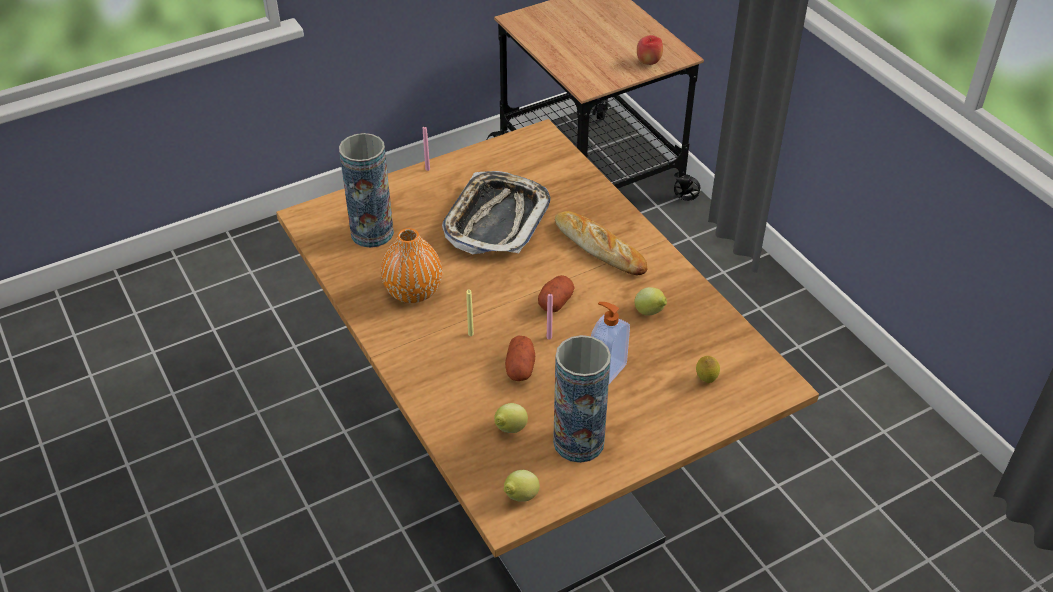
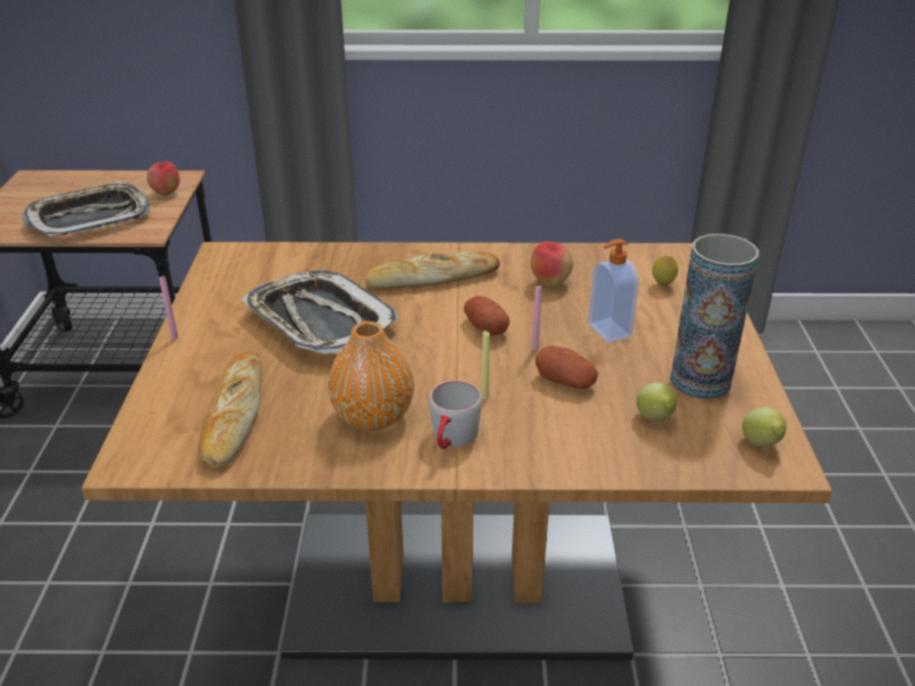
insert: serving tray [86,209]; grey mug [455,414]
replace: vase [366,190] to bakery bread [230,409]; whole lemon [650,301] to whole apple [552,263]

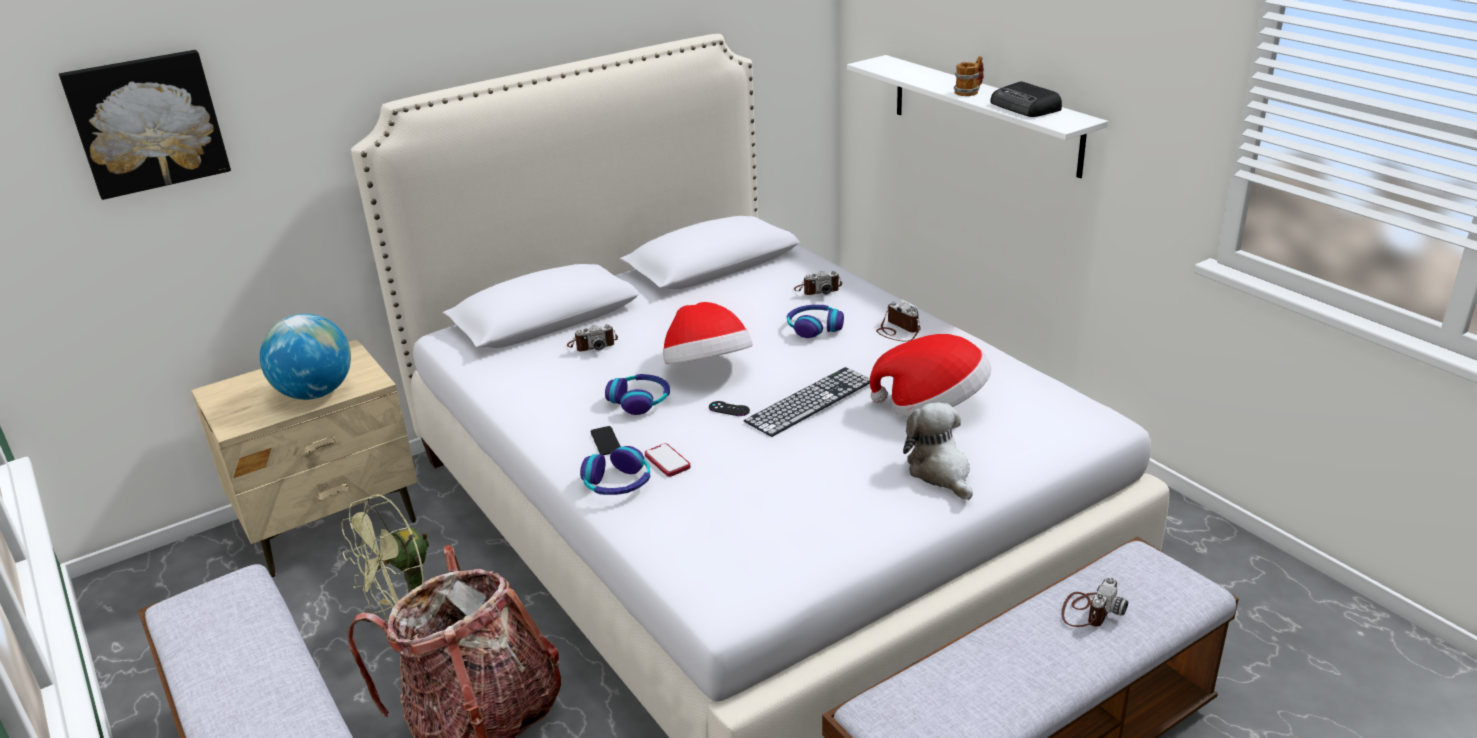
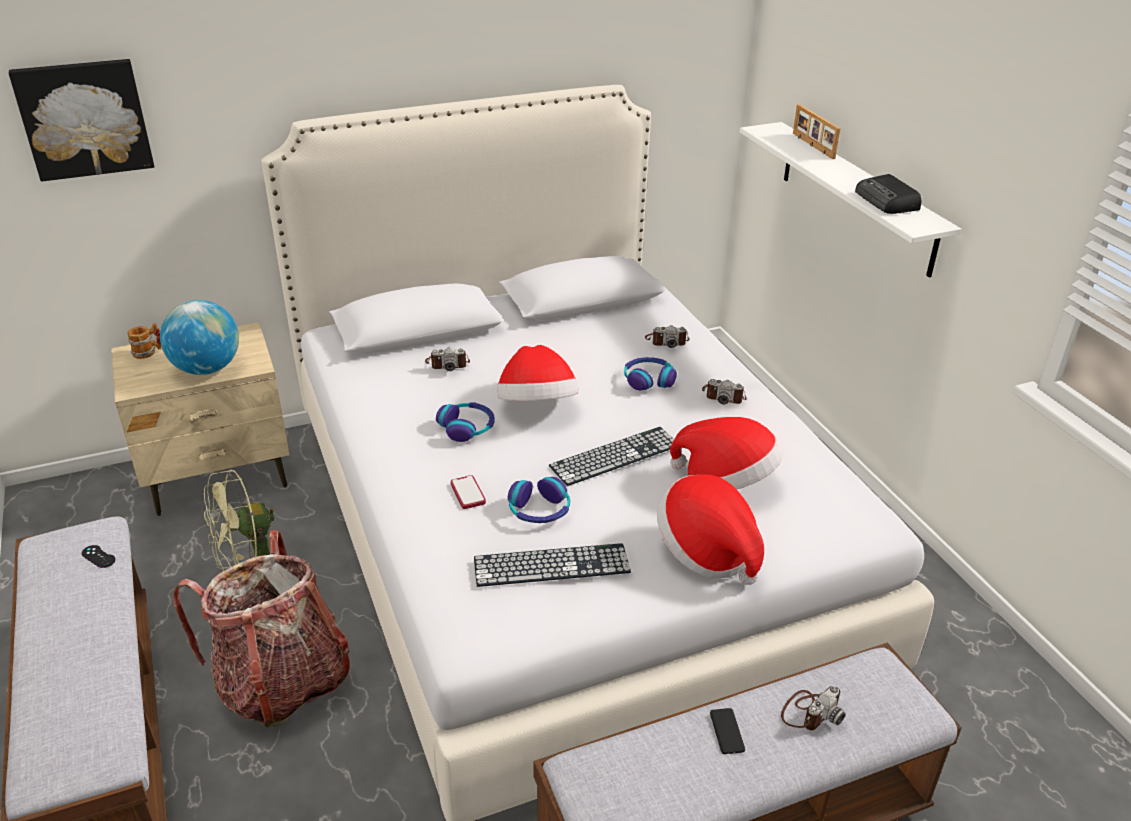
insert: PC keyboard [552,565]; picture frame [817,131]
move: black-coloured game controller [729,408] to [98,556]; mug [969,76] to [144,341]; headset [615,470] to [539,500]; phone [606,440] to [727,731]
replace: soft toy [938,451] to hat [710,529]
rotate: still camera [898,322] = [724,392] 135 degrees clockwise

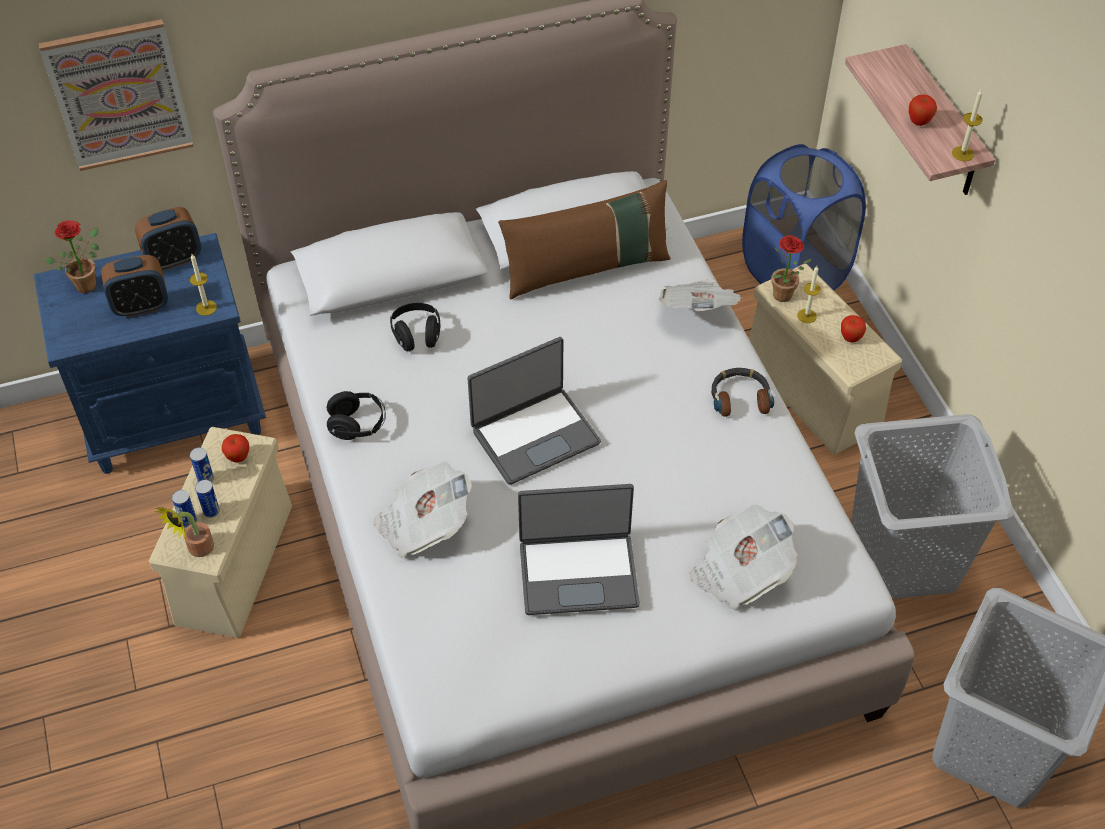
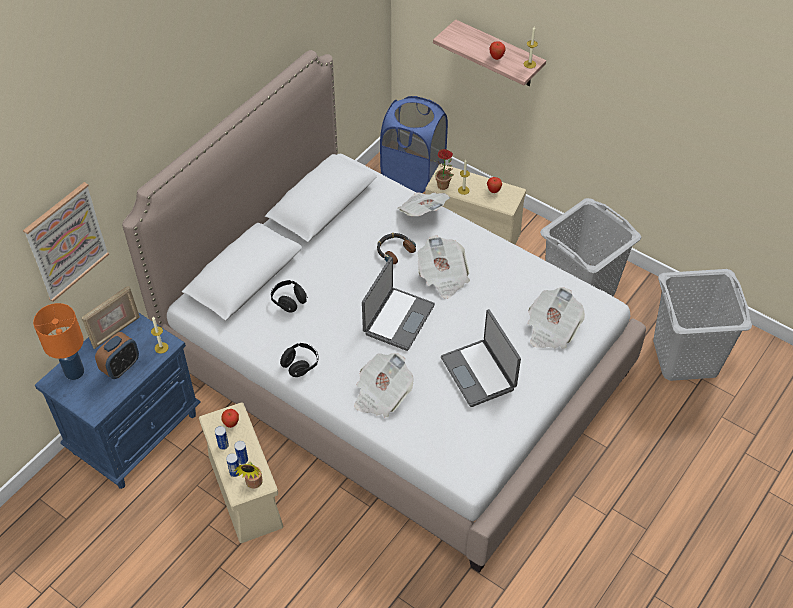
delete: brownish cushion [584,239]
insert: newspaper [443,267]
move: headset [742,392] to [396,248]
replace: houseplant [71,256] to orange-coloured table lamp [58,341]; bedside clock [168,239] to picture frame [110,317]
rotate: laptop [579,549] = [481,358] 105 degrees clockwise

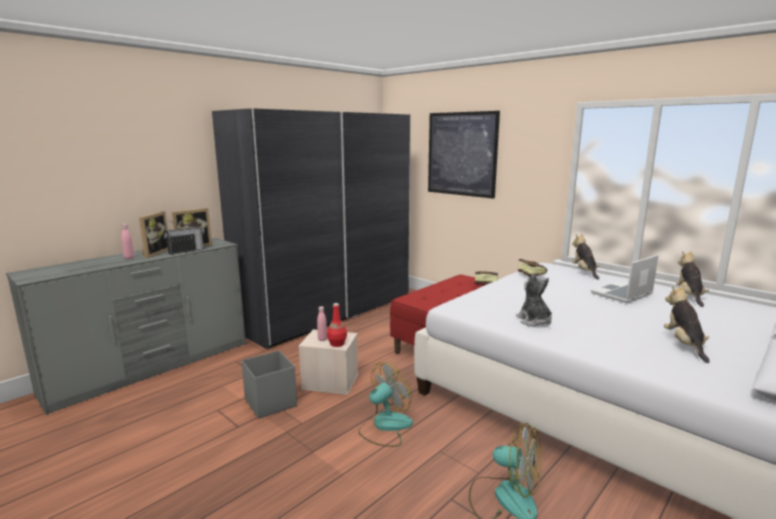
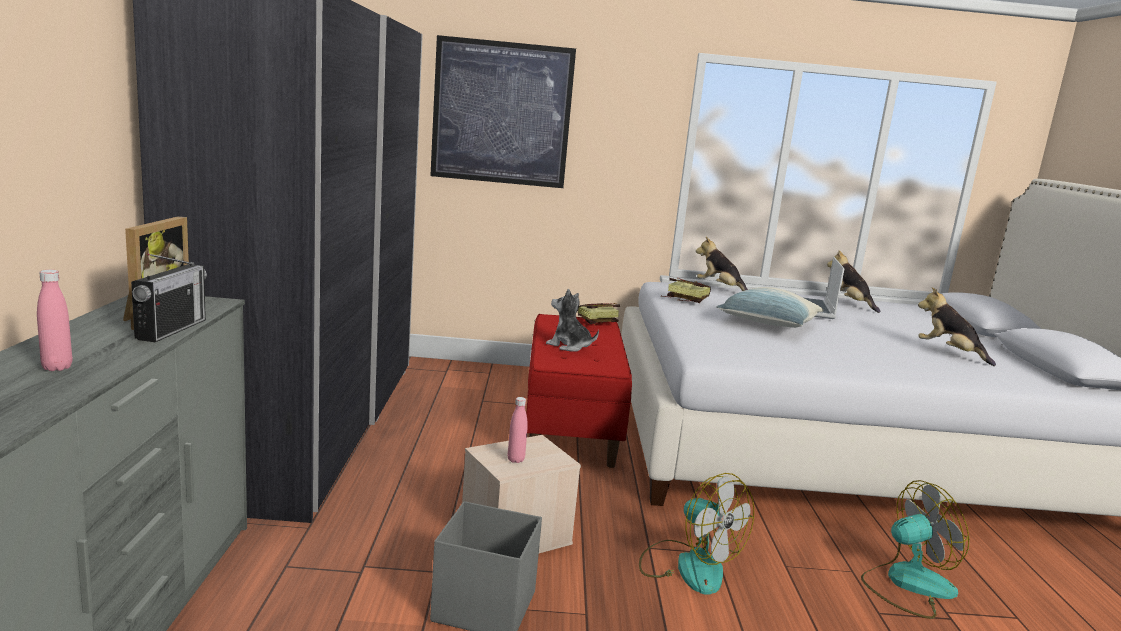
delete: picture frame [153,234]; red-coloured beverage bottle [337,325]
insert: cushion [770,307]
move: soft toy [534,300] to [572,320]
rotate: electric fan [385,404] = [696,534] 135 degrees clockwise

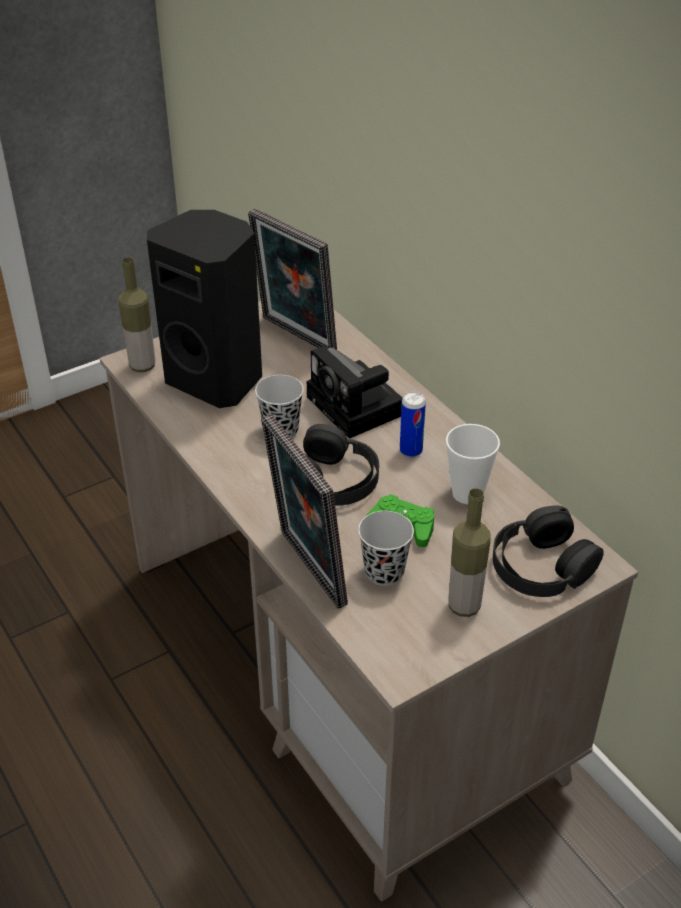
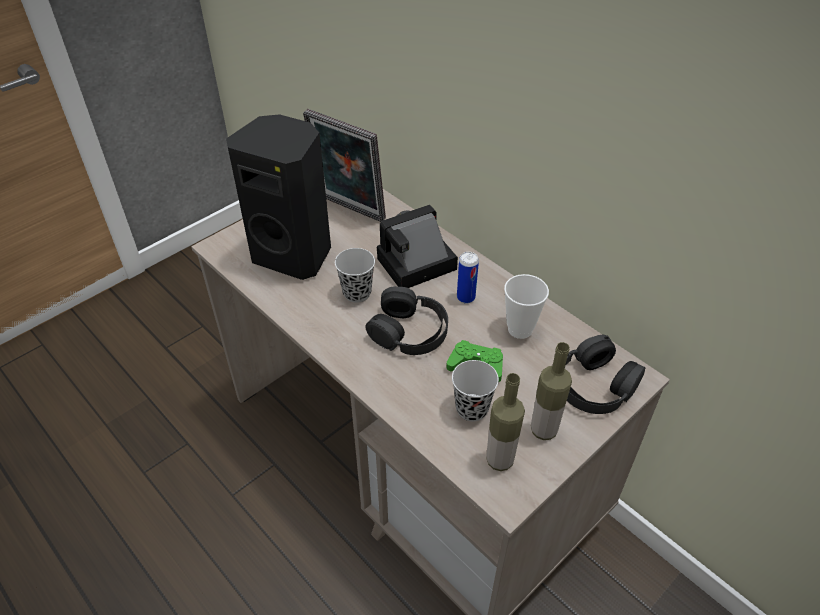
delete: picture frame [304,511]
move: beverage bottle [136,314] to [505,422]
rotate: still camera [355,392] = [417,246] 105 degrees clockwise

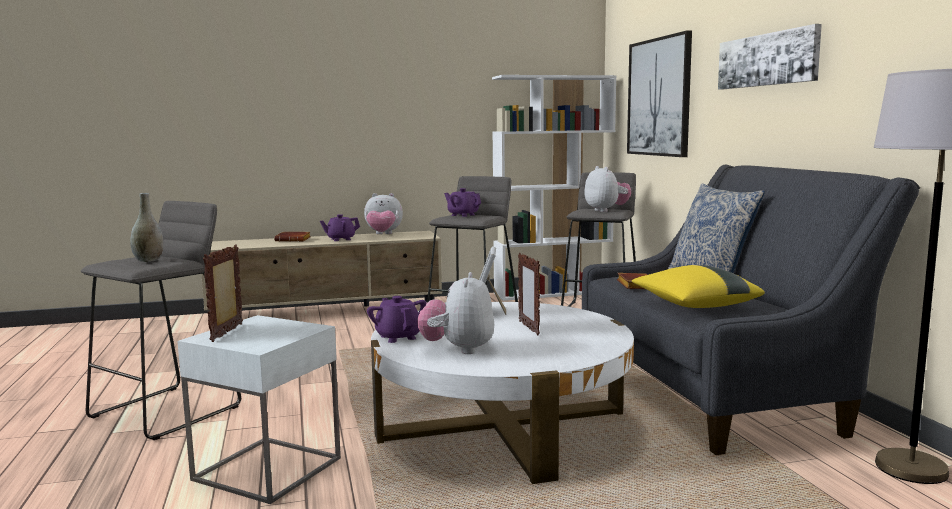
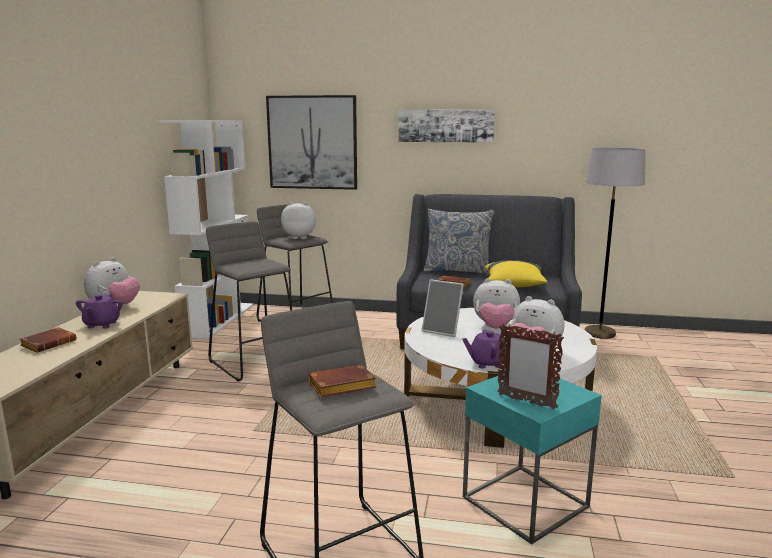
delete: purplish teapot [462,202]
replace: grey vase [146,227] to brownish volume [342,380]; picture frame [529,294] to soft toy [496,303]
recolor: whitish end table [259,409] to blue-green end table [532,459]

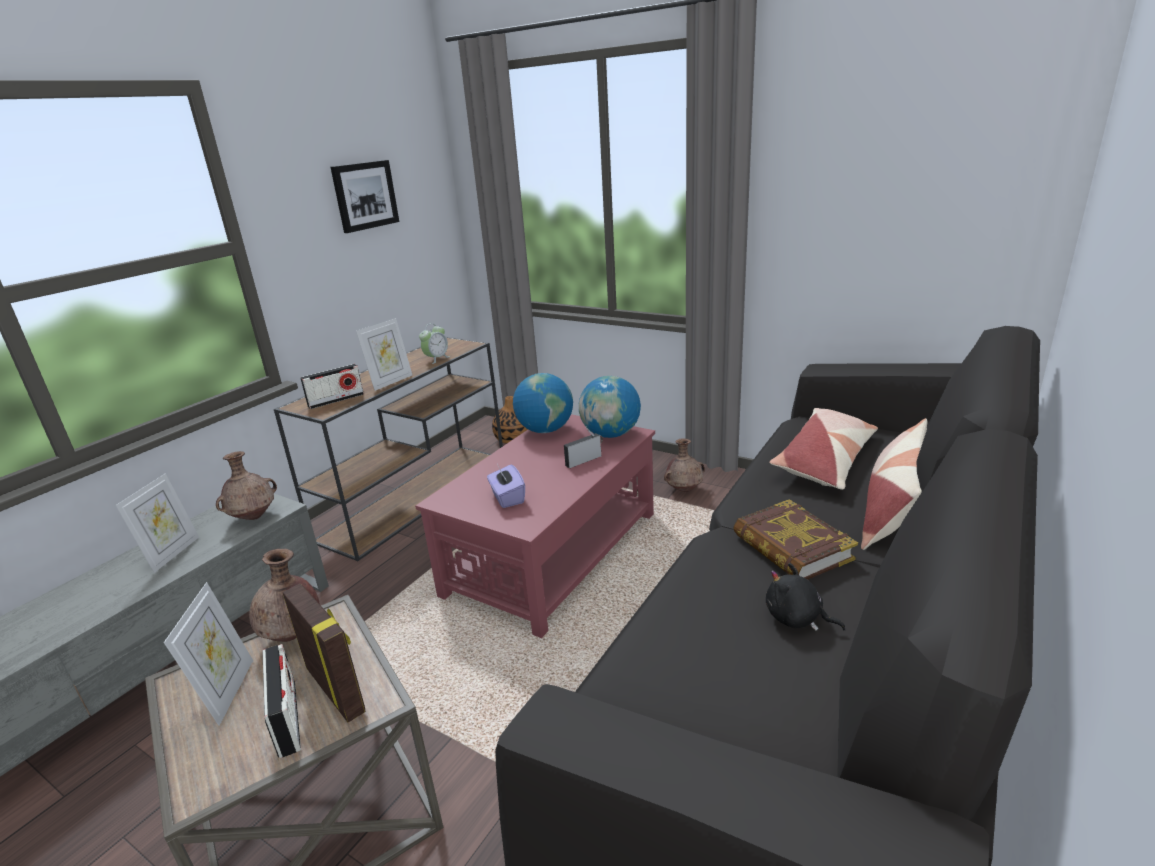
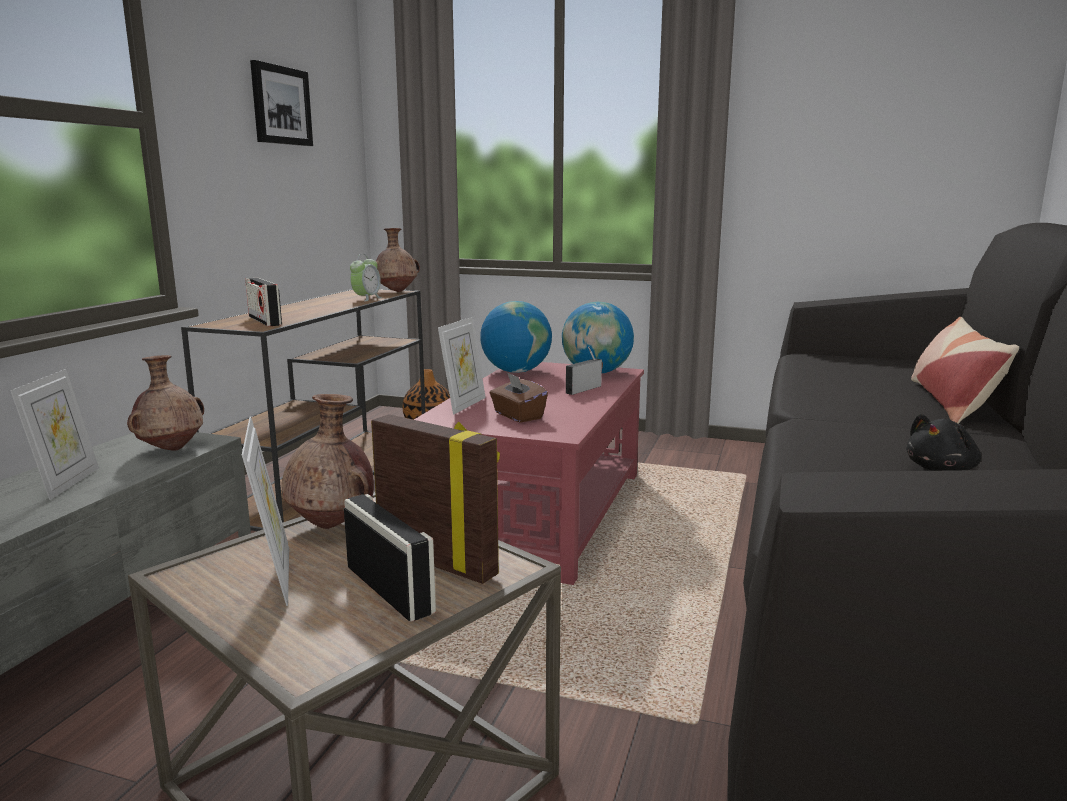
delete: volume [795,539]; cushion [824,449]
move: brownish vase [684,465] to [398,260]; picture frame [384,354] to [462,366]
recolor: purplish tissue holder [506,486] to brownish tissue holder [519,397]
rotate: radio set [332,386] = [263,302] 105 degrees clockwise; black-coloured soft toy [806,597] = [943,442] 60 degrees counterclockwise

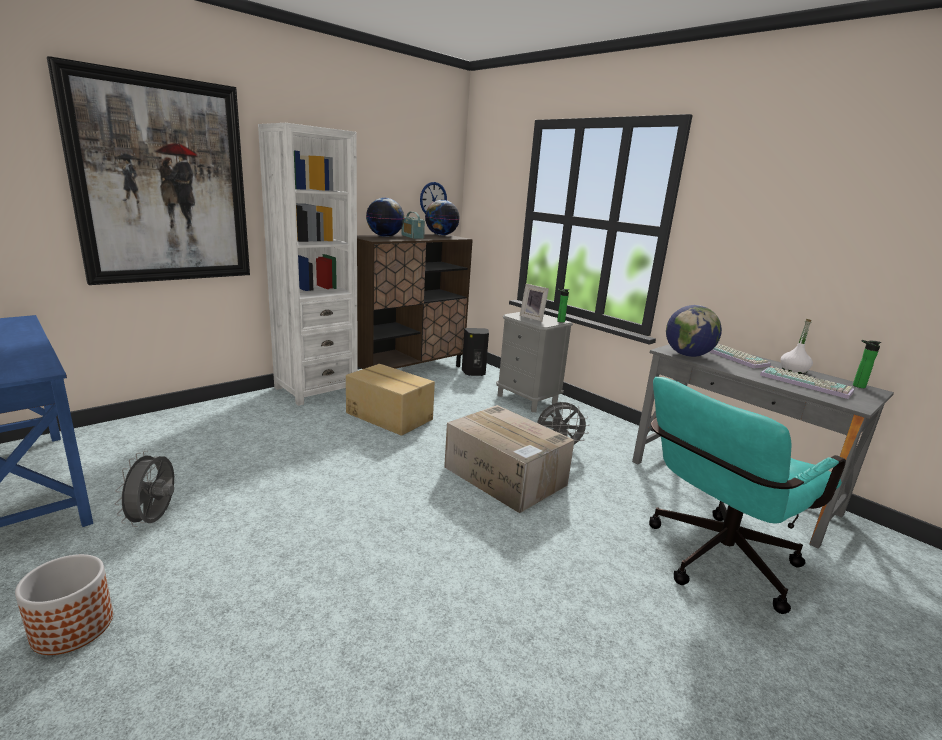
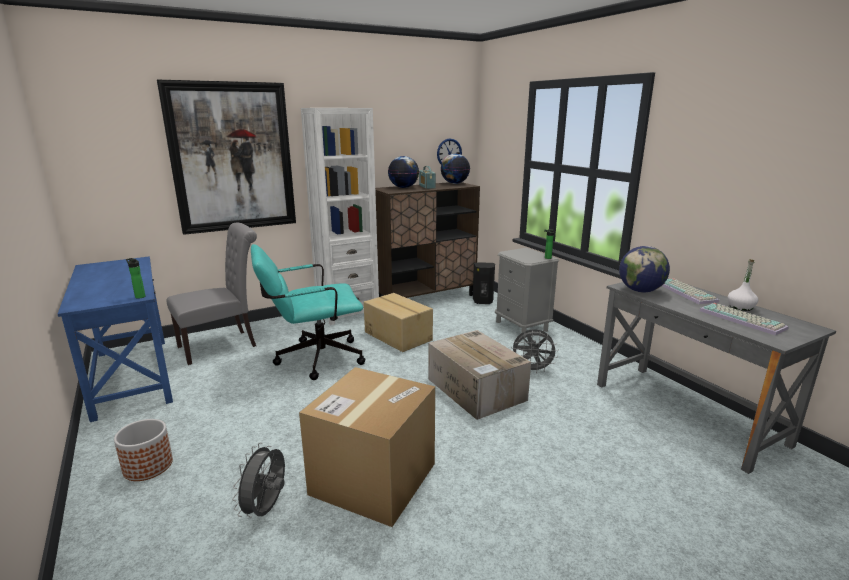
delete: picture frame [534,302]
insert: grey plain chair [211,294]; packing box [367,447]
move: beverage bottle [867,364] to [135,278]; grey electric fan [144,489] to [258,480]; blue-green office chair [747,495] to [308,312]

